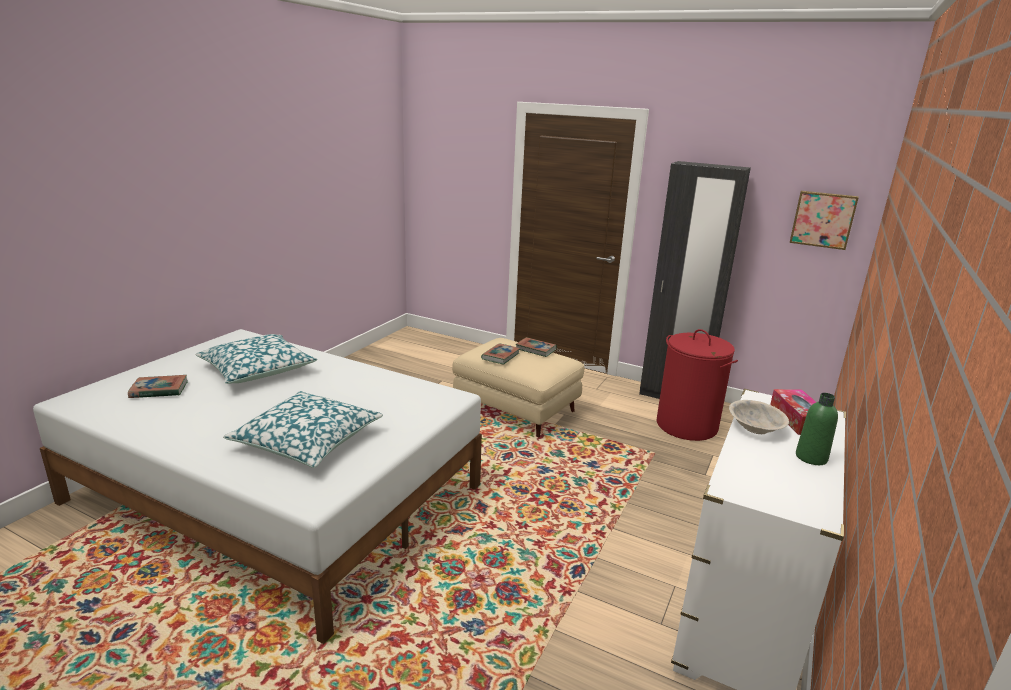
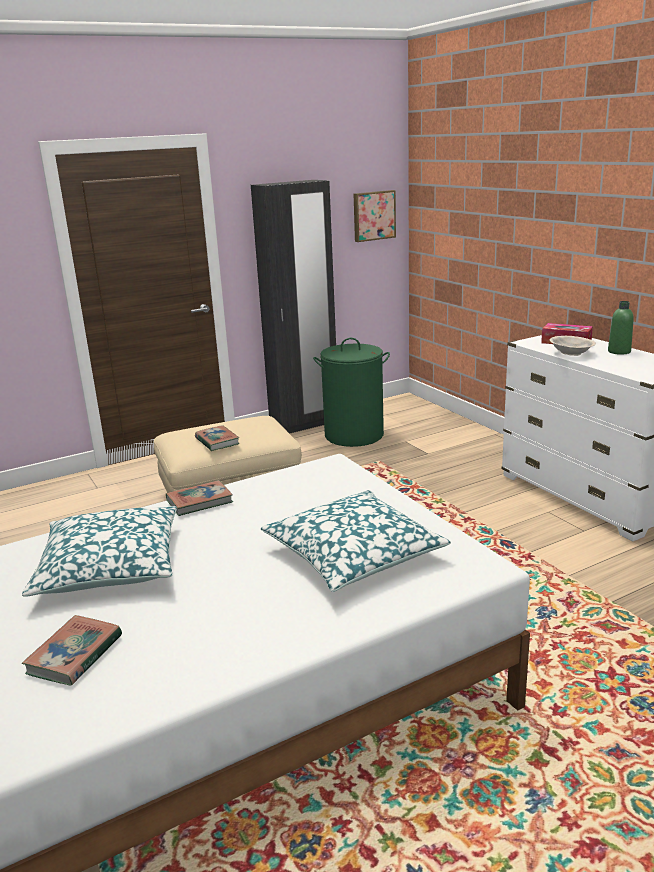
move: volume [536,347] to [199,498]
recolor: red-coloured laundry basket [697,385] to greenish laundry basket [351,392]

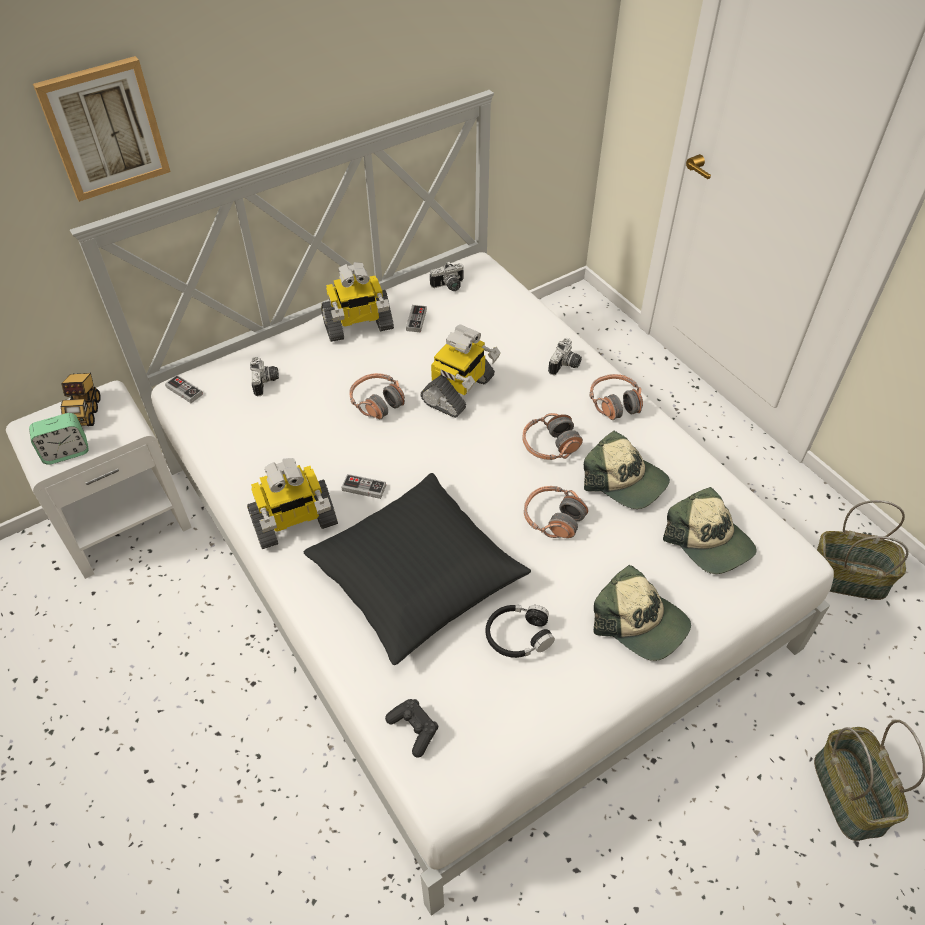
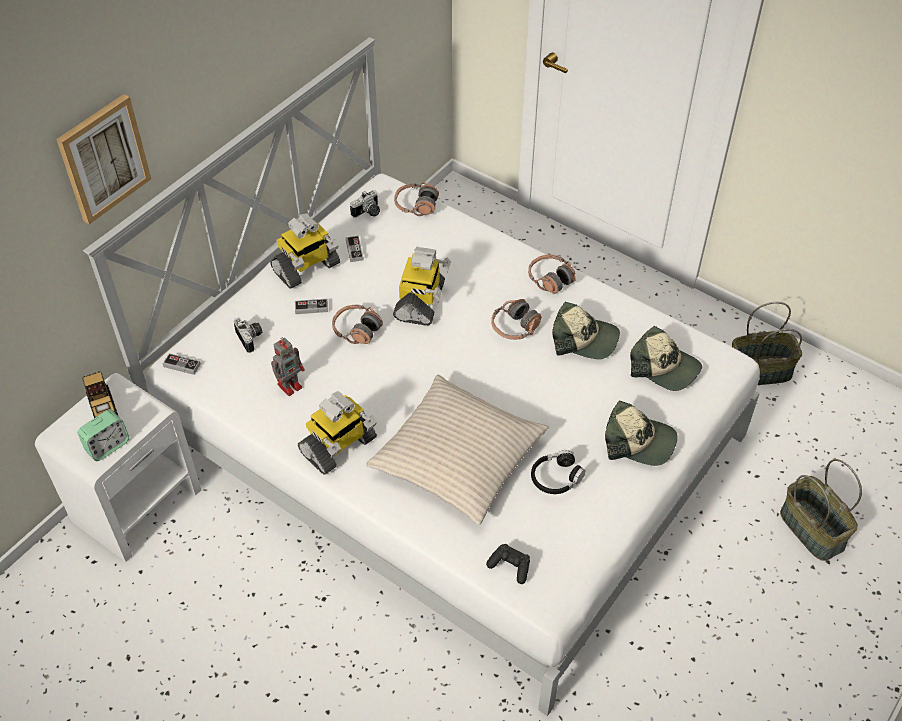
delete: still camera [565,356]
insert: toy robot [287,367]
move: game controller [364,486] to [311,306]; headset [556,512] to [416,199]
recolor: black-coloured cushion [417,569] to beige-coloured cushion [457,450]

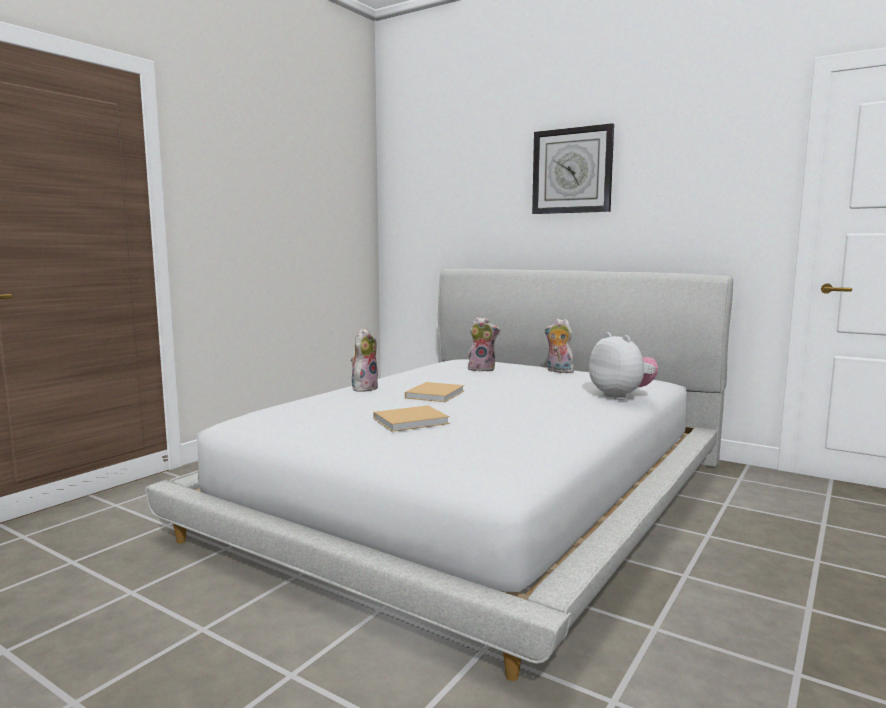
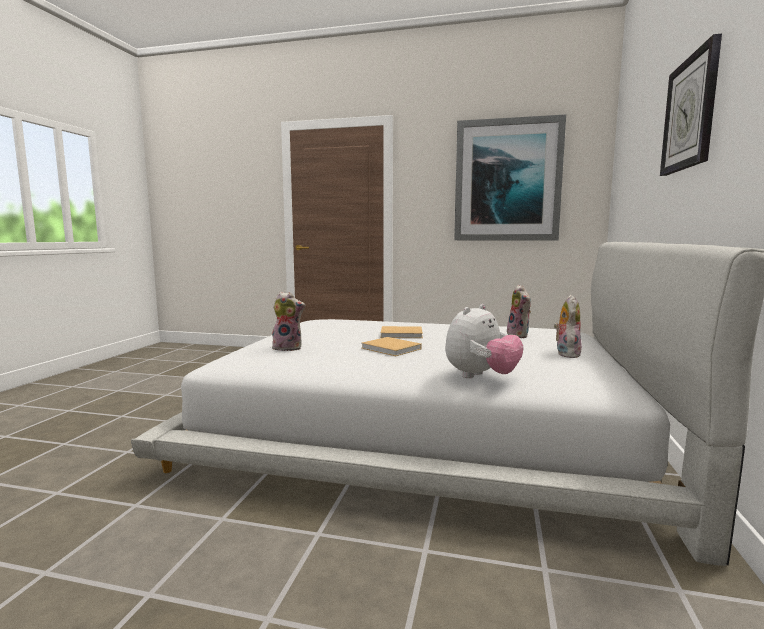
insert: wall picture [510,177]
move: soft toy [364,360] to [288,321]; beige-coloured volume [411,418] to [392,346]

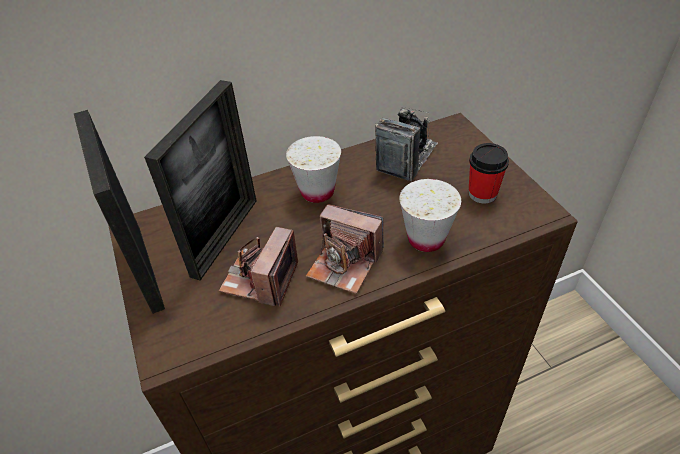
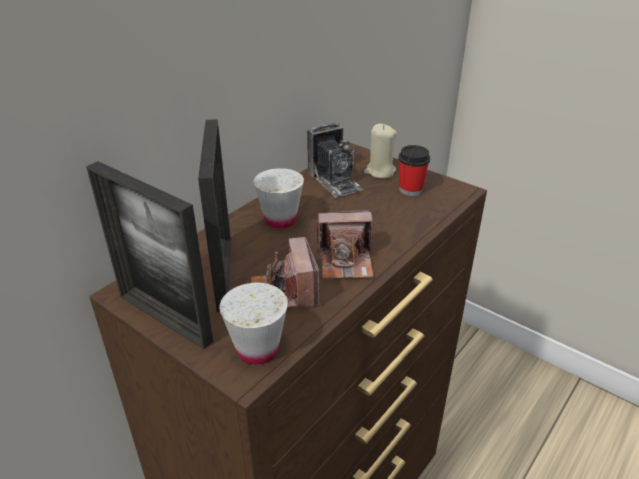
insert: beige-coloured wax light [380,151]
move: whitish drinking cup [430,215] to [253,324]
rotate: still camera [406,144] = [335,160] 150 degrees clockwise

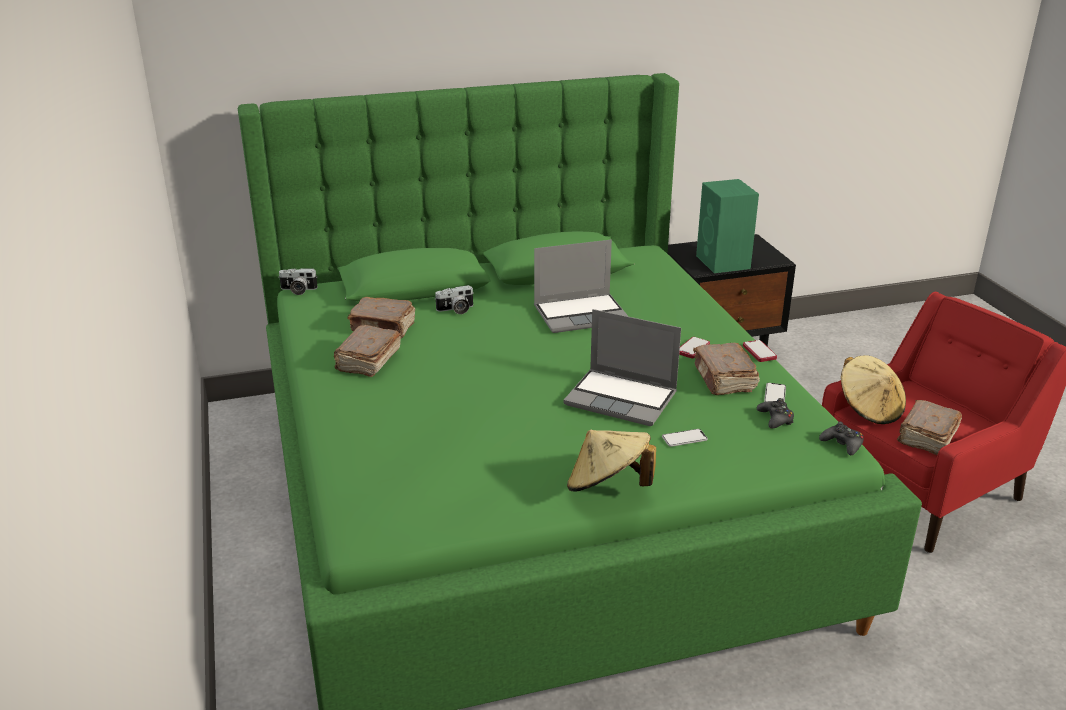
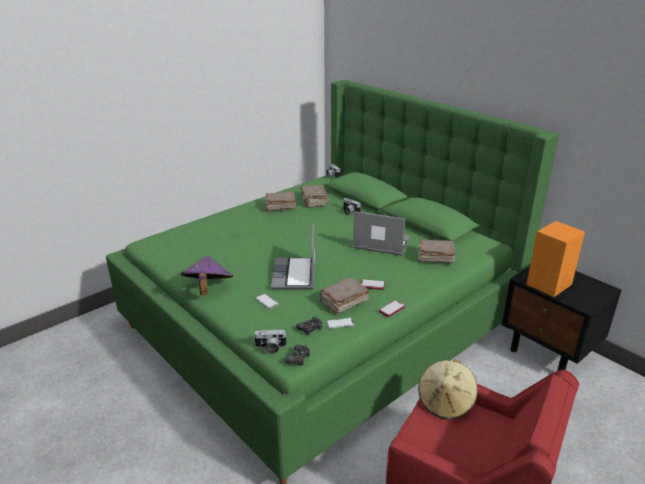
insert: still camera [270,341]
move: brownish volume [929,427] to [436,251]
recolor: beige-coloured hat [611,461] to purplish hat [206,275]; greenish speaker [727,226] to orange-coloured speaker [556,259]
rotate: laptop [581,286] = [381,233] 150 degrees clockwise

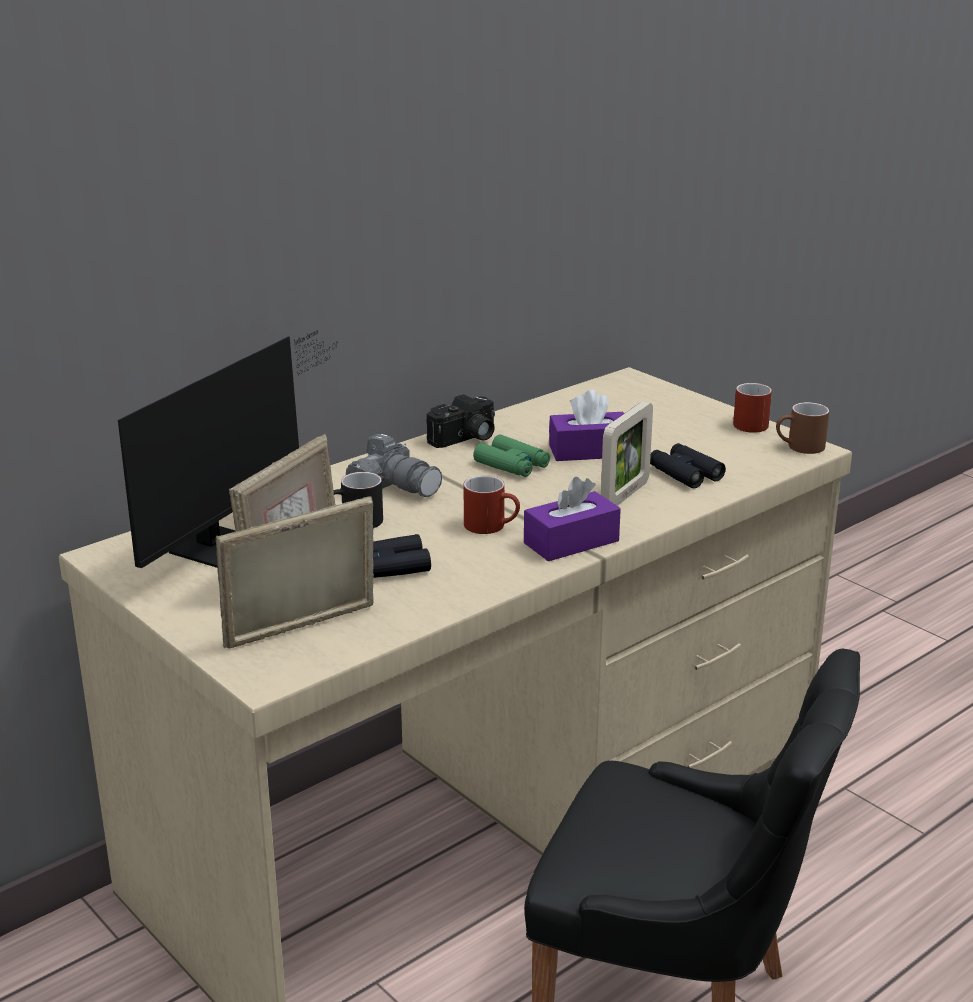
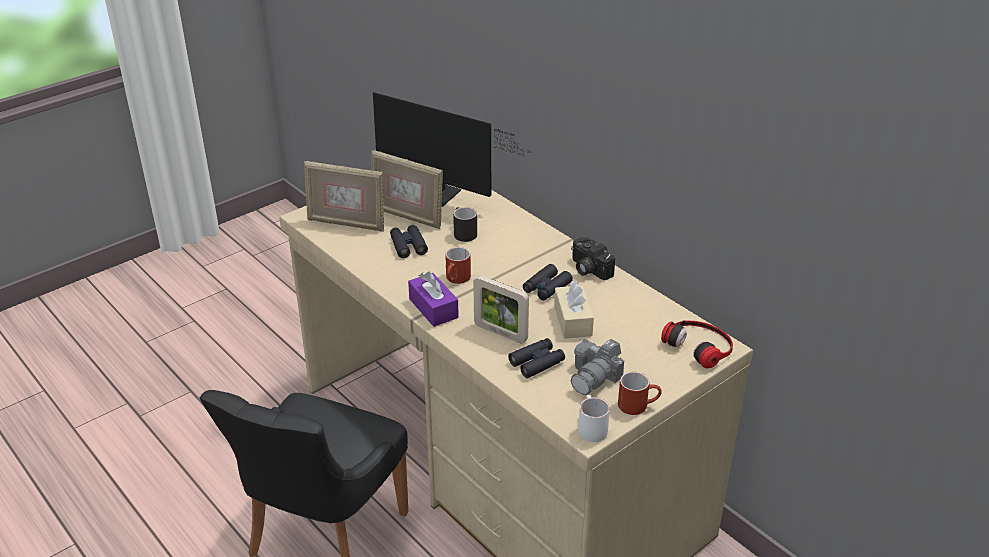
insert: headset [697,344]
move: still camera [394,465] to [597,367]
recolor: greenish field glasses [511,455] to black-coloured field glasses [548,282]; purplish tissue holder [586,425] to beige-coloured tissue holder [574,310]; brownish mug [802,428] to whitish mug [594,418]
rotate: picture frame [295,572] = [344,196] 135 degrees clockwise

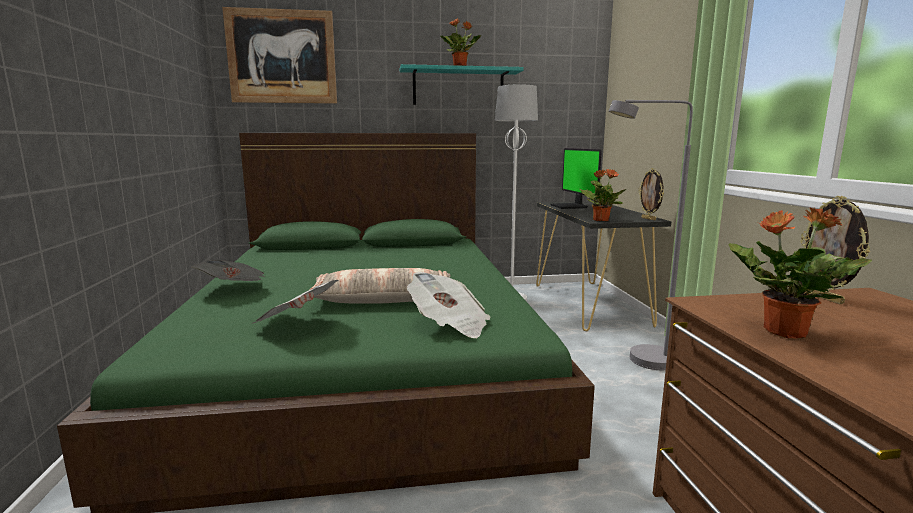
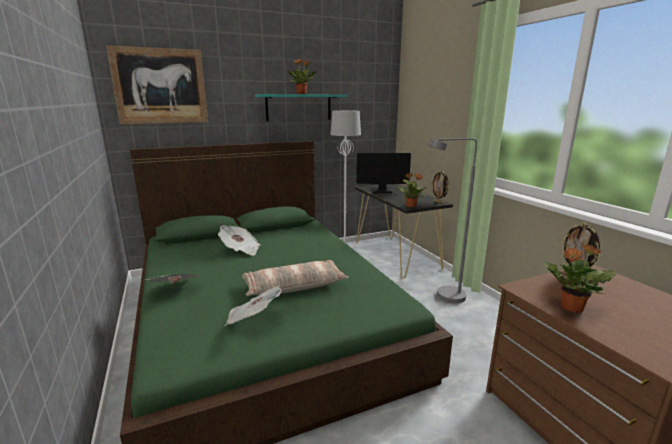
move: newspaper [448,305] to [239,240]
rotate: computer screen [576,178] = [383,173] 120 degrees clockwise

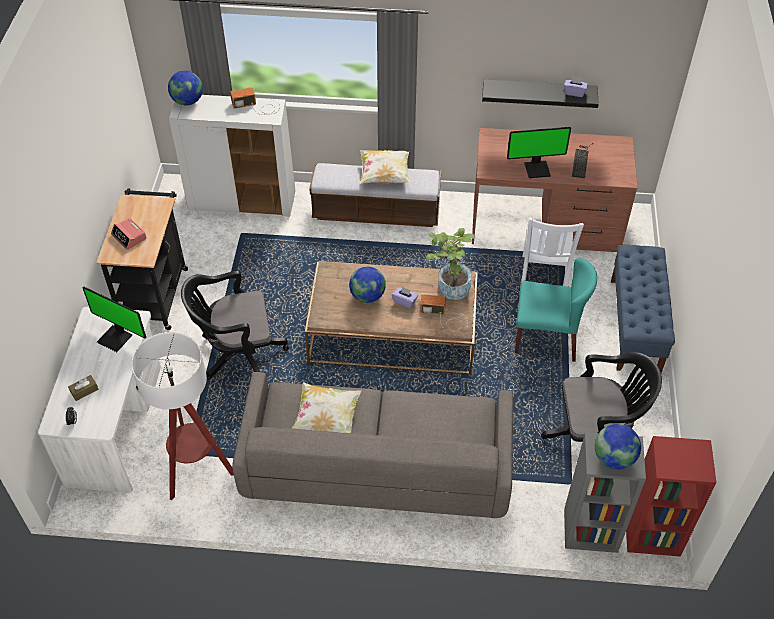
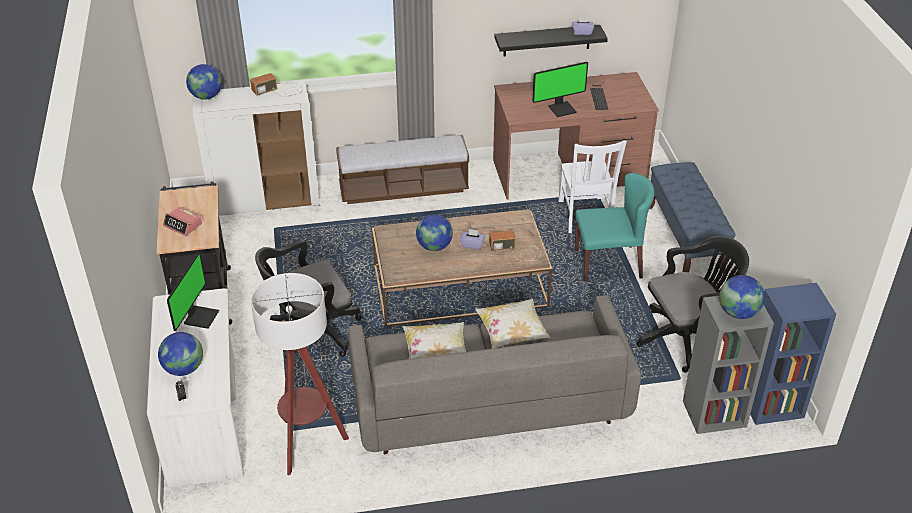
delete: houseplant [451,264]
move: cushion [385,167] to [513,324]
replace: brownish tissue holder [83,388] to desk globe [180,354]
recolor: red-coloured shelving unit [671,496] to blue shelving unit [793,354]
rotate: computer screen [114,319] = [193,292] 90 degrees counterclockwise

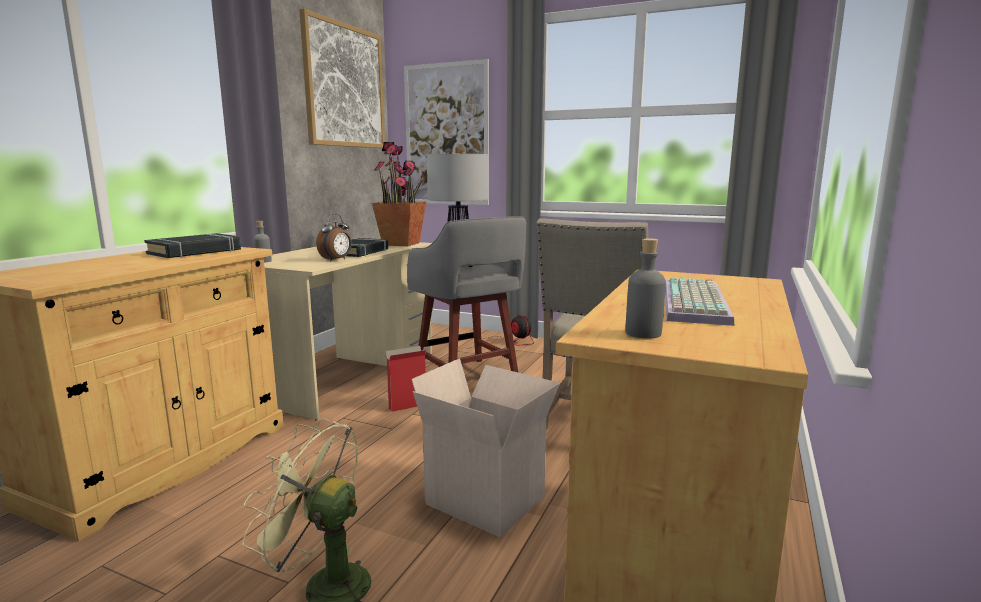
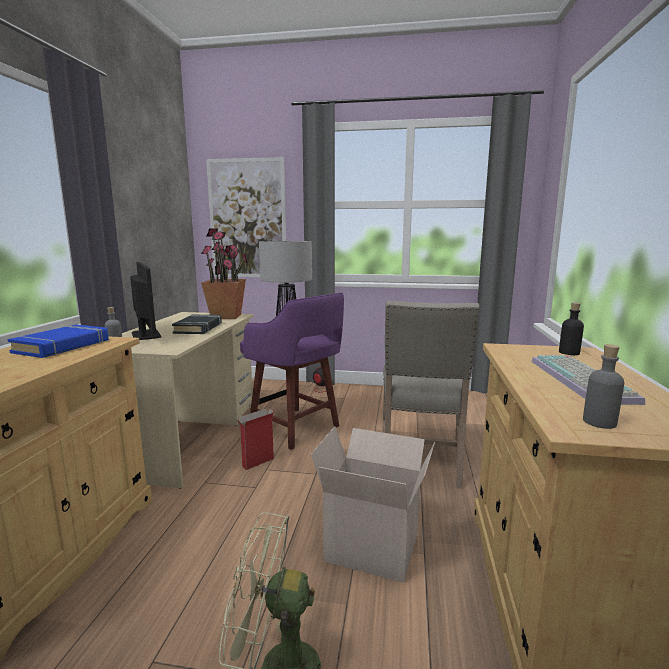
delete: wall picture [342,78]; bedside clock [334,237]
insert: computer screen [145,301]; black-coloured beverage bottle [571,329]
recolor: black-coloured volume [192,245] to blue volume [58,341]; grey stool seat [466,294] to purplish stool seat [292,371]

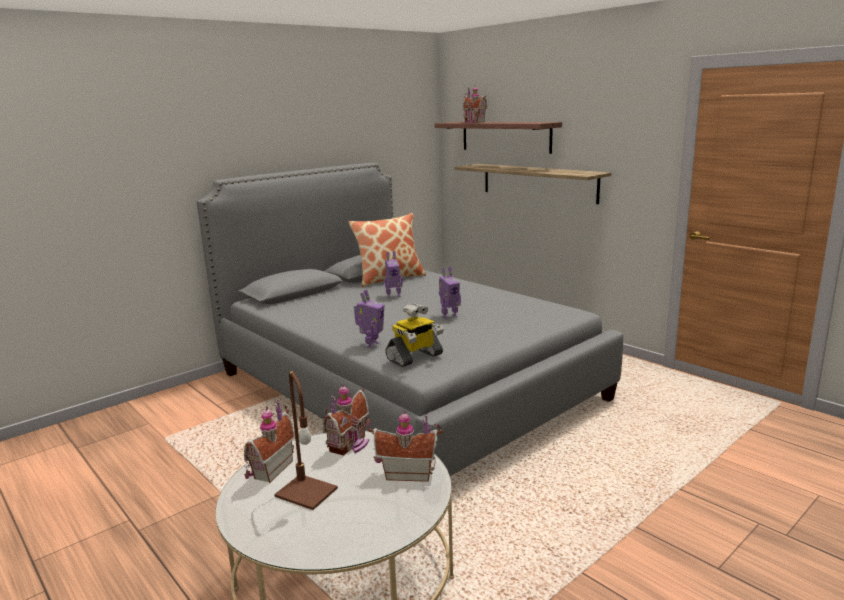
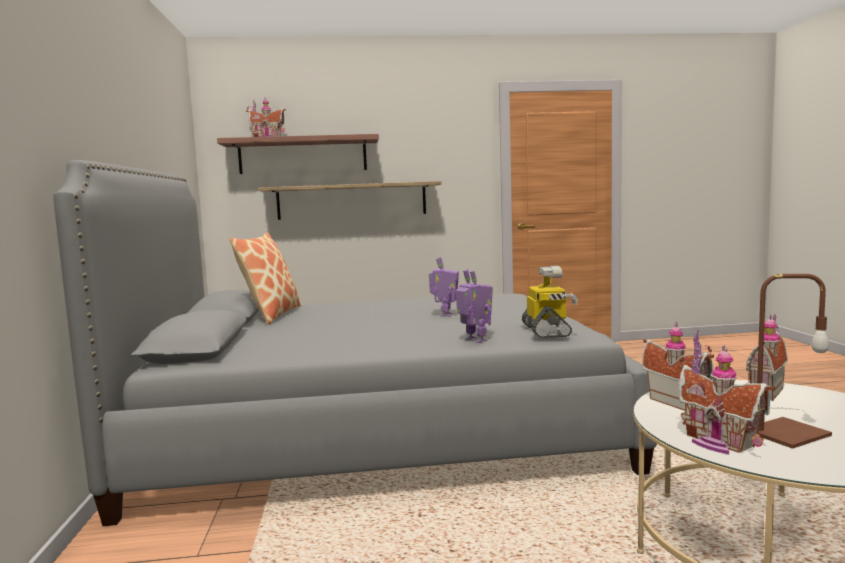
delete: toy robot [394,274]

